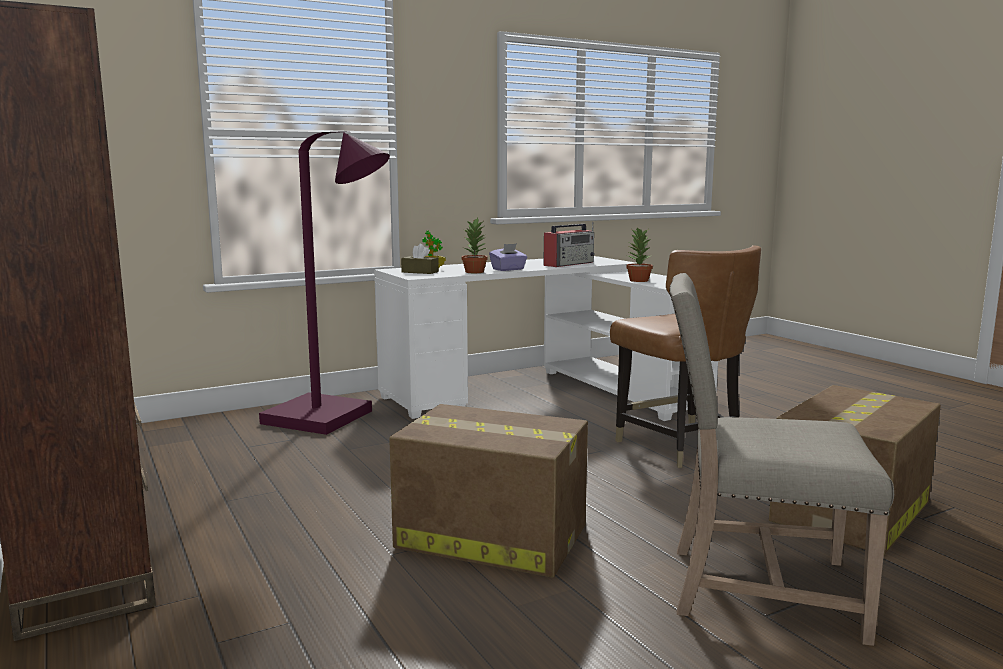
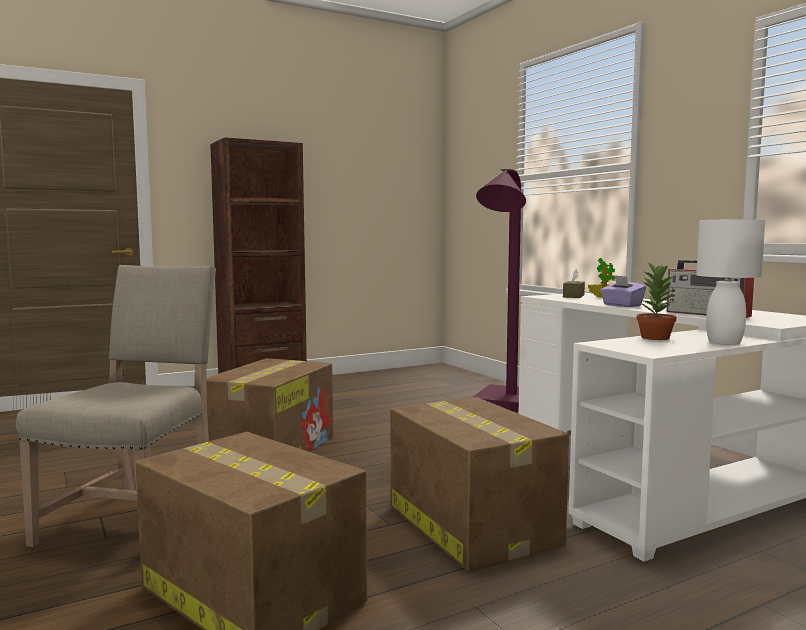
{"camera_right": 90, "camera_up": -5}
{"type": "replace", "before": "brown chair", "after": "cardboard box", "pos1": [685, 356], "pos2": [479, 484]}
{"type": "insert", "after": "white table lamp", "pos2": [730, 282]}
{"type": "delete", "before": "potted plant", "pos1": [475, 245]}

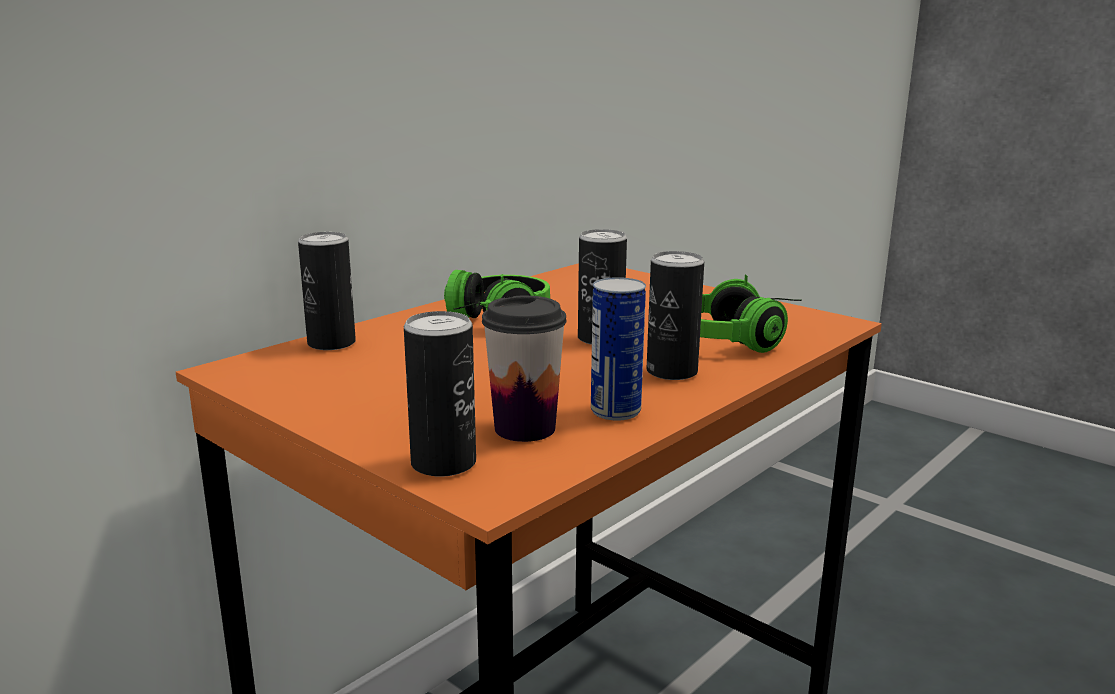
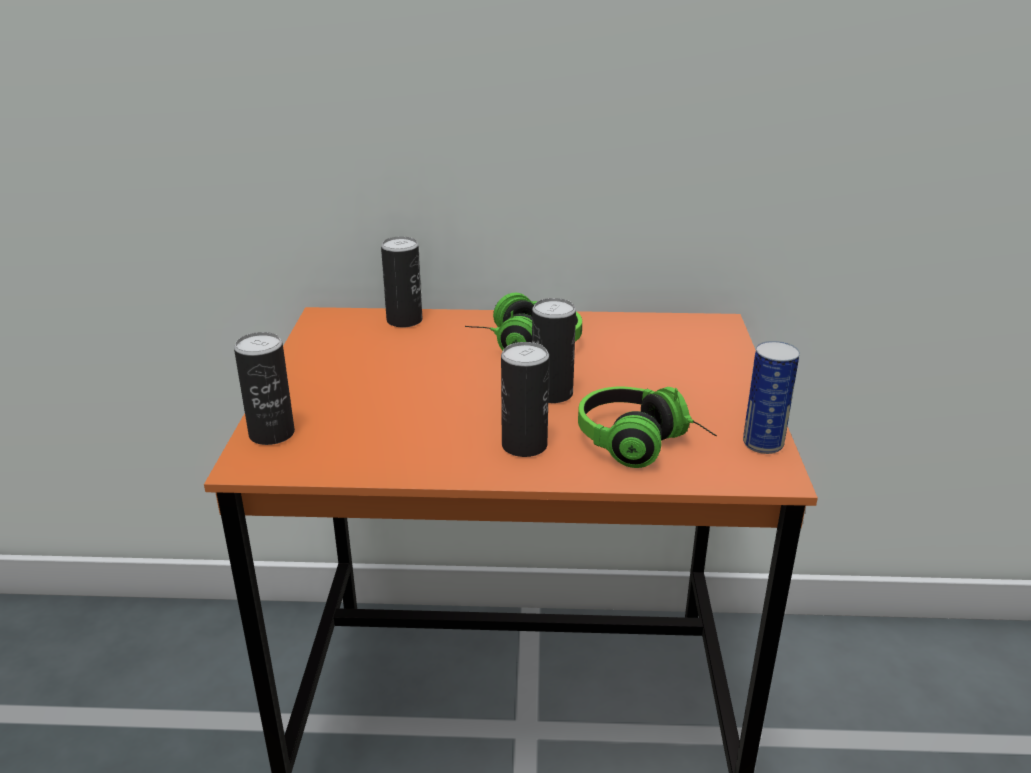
{"camera_right": 50, "camera_up": 10}
{"type": "move", "before": "can", "pos1": [618, 349], "pos2": [771, 397]}
{"type": "delete", "before": "cup", "pos1": [524, 369]}

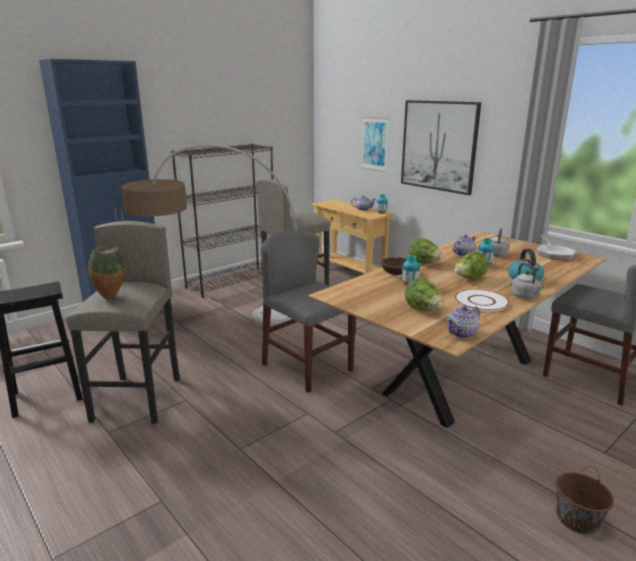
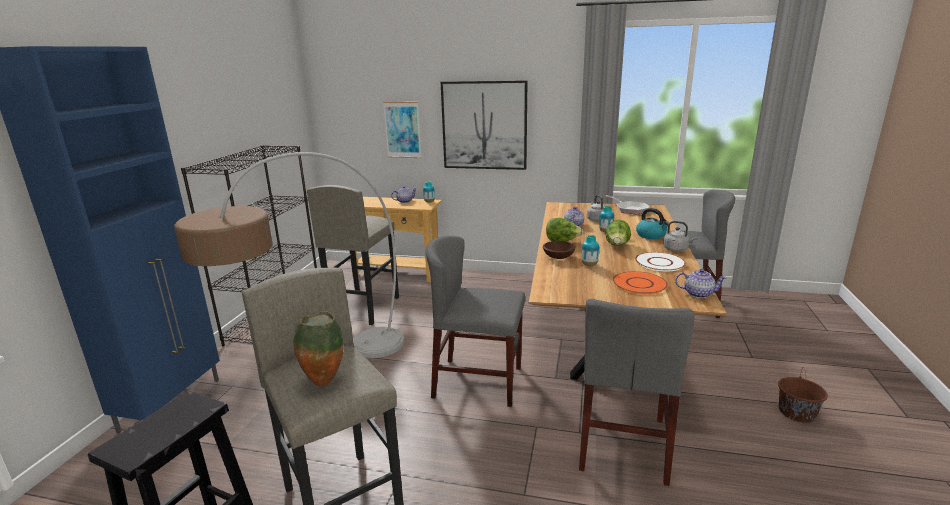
{"camera_right": -35, "camera_up": 0}
{"type": "insert", "after": "grey chair", "pos2": [637, 392]}
{"type": "replace", "before": "lettuce", "after": "orange plate", "pos1": [424, 294], "pos2": [640, 283]}
{"type": "rotate", "before": "teapot", "pos1": [463, 322], "pos2": [701, 283], "turn": -90}

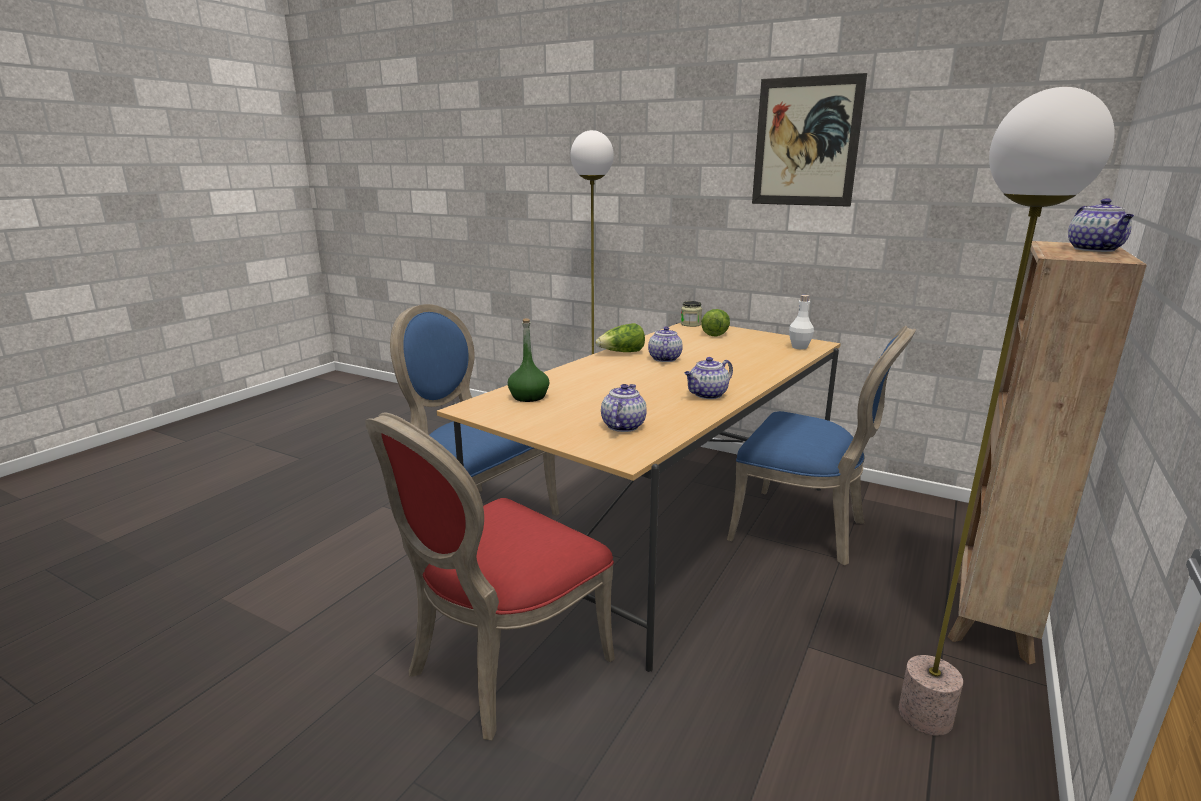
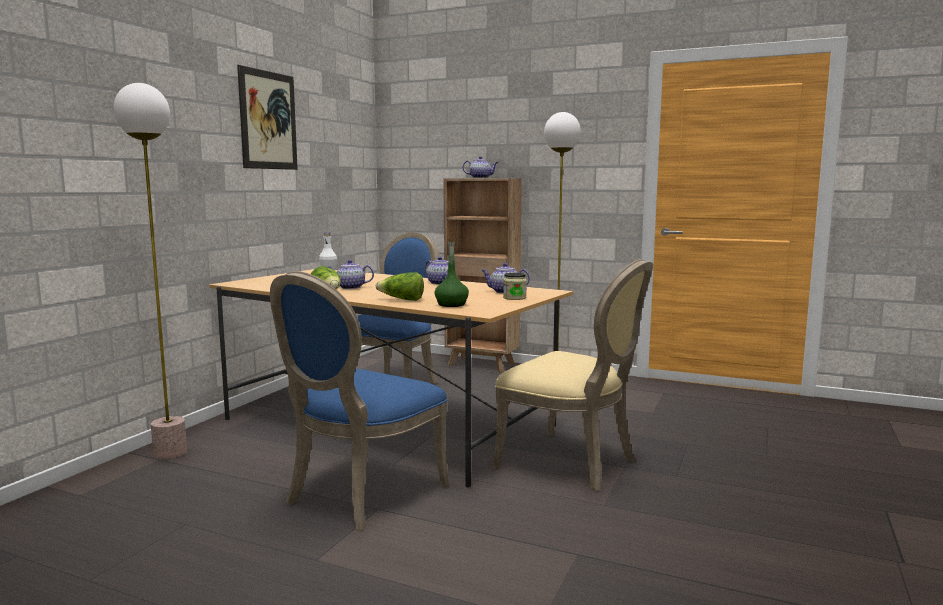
{"camera_right": -95, "camera_up": -10}
{"type": "move", "before": "lettuce", "pos1": [715, 322], "pos2": [400, 286]}
{"type": "recolor", "before": "red chair", "after": "beige chair", "pos1": [490, 577], "pos2": [573, 375]}
{"type": "move", "before": "jar", "pos1": [691, 314], "pos2": [515, 286]}

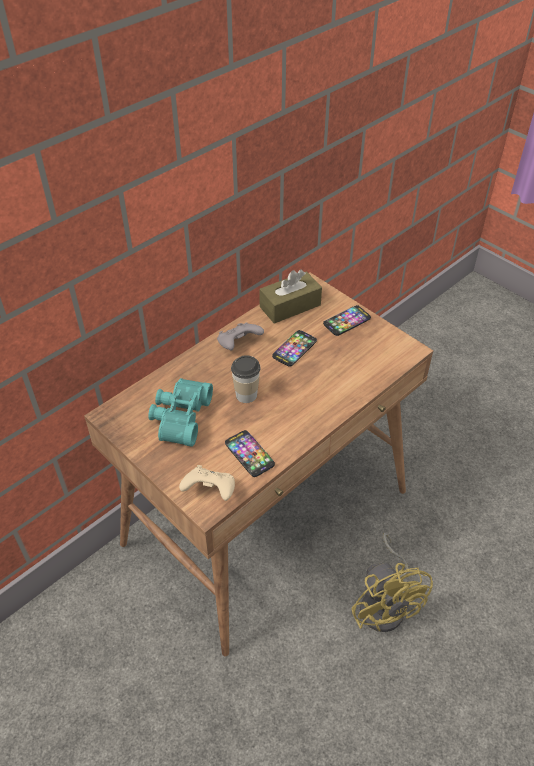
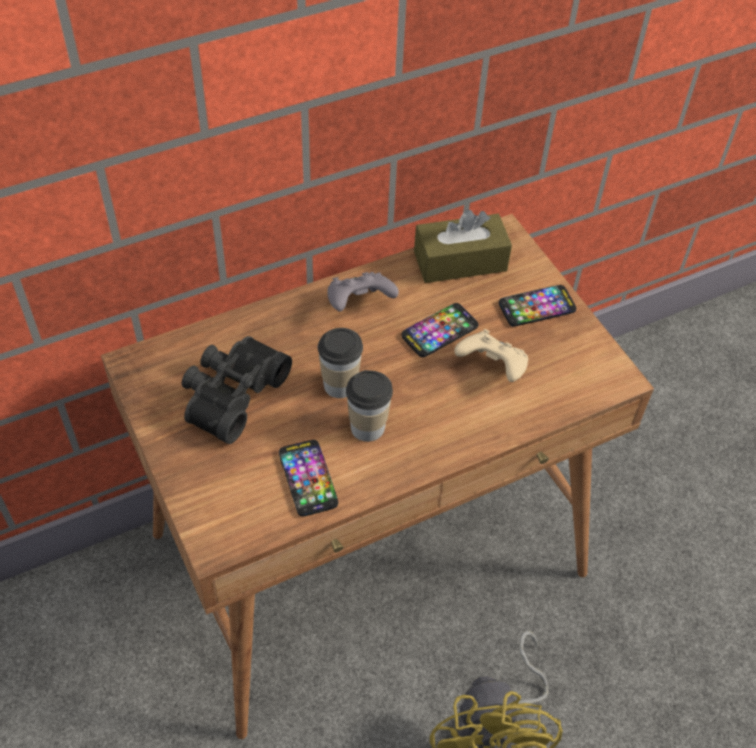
{"camera_right": 15, "camera_up": 5}
{"type": "recolor", "before": "turquoise binoculars", "after": "black binoculars", "pos1": [180, 412], "pos2": [237, 390]}
{"type": "insert", "after": "cup", "pos2": [369, 406]}
{"type": "move", "before": "beige game controller", "pos1": [207, 483], "pos2": [491, 355]}

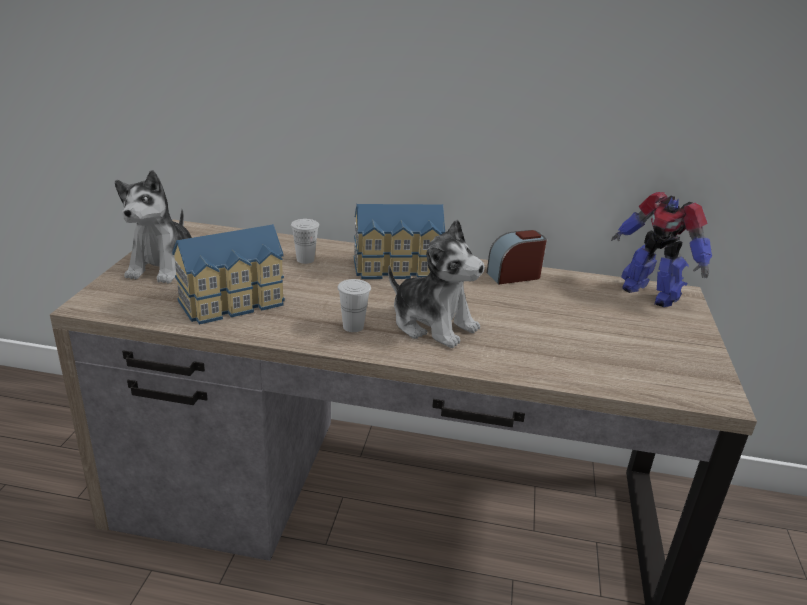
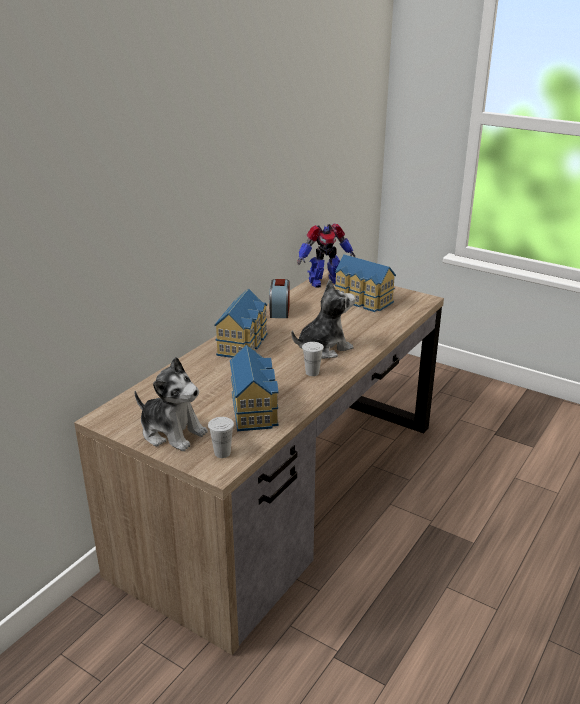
{"camera_right": -65, "camera_up": 0}
{"type": "move", "before": "white cup", "pos1": [305, 241], "pos2": [221, 437]}
{"type": "insert", "after": "toy house", "pos2": [365, 283]}

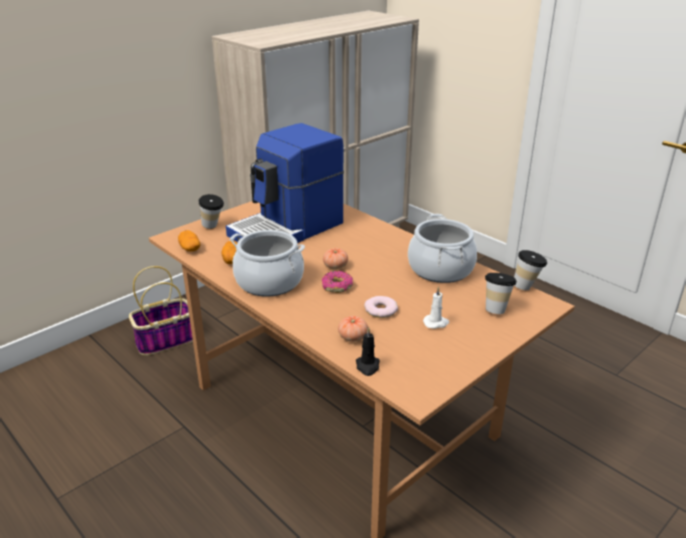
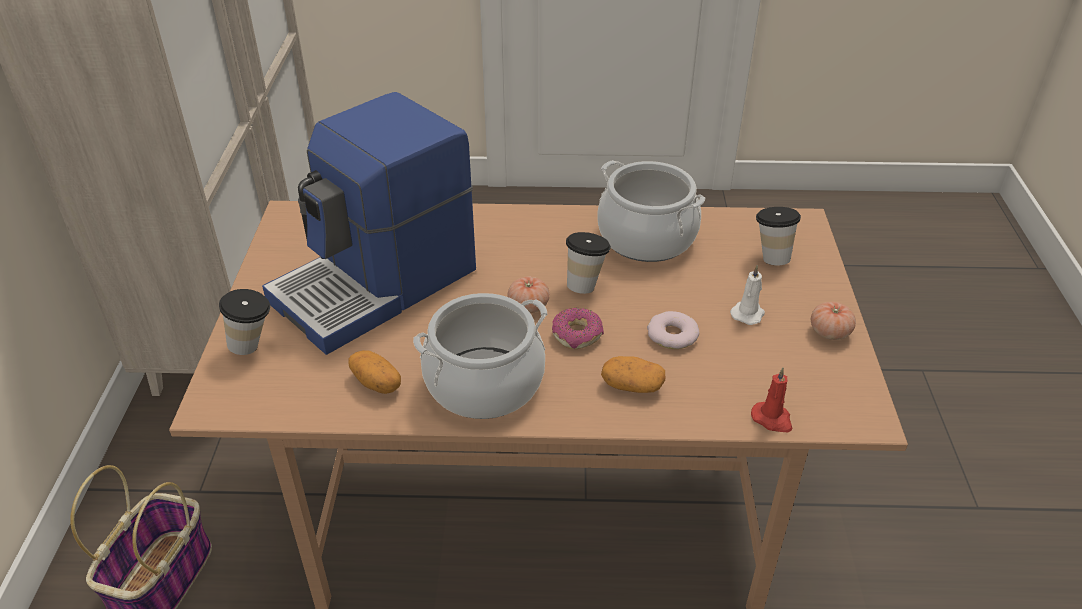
{"camera_right": -45, "camera_up": 10}
{"type": "rotate", "before": "coffee machine", "pos1": [285, 183], "pos2": [369, 223], "turn": 45}
{"type": "move", "before": "cup", "pos1": [530, 270], "pos2": [588, 263]}
{"type": "move", "before": "potato", "pos1": [189, 241], "pos2": [633, 374]}
{"type": "recolor", "before": "black candle", "after": "red candle", "pos1": [368, 351], "pos2": [771, 400]}
{"type": "move", "before": "tomato", "pos1": [353, 329], "pos2": [833, 321]}

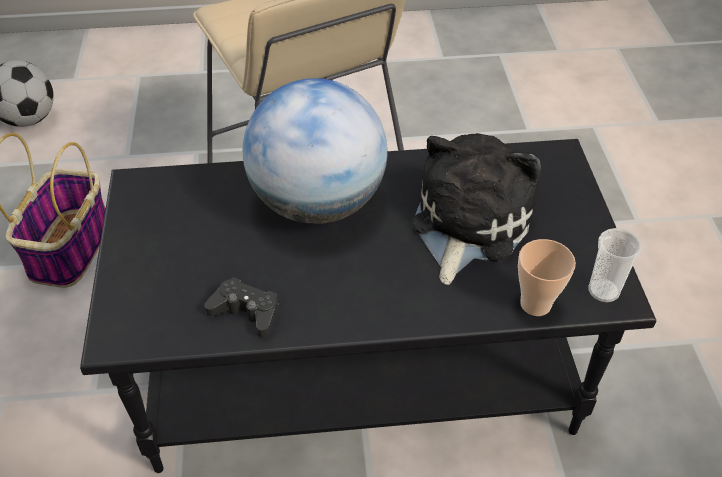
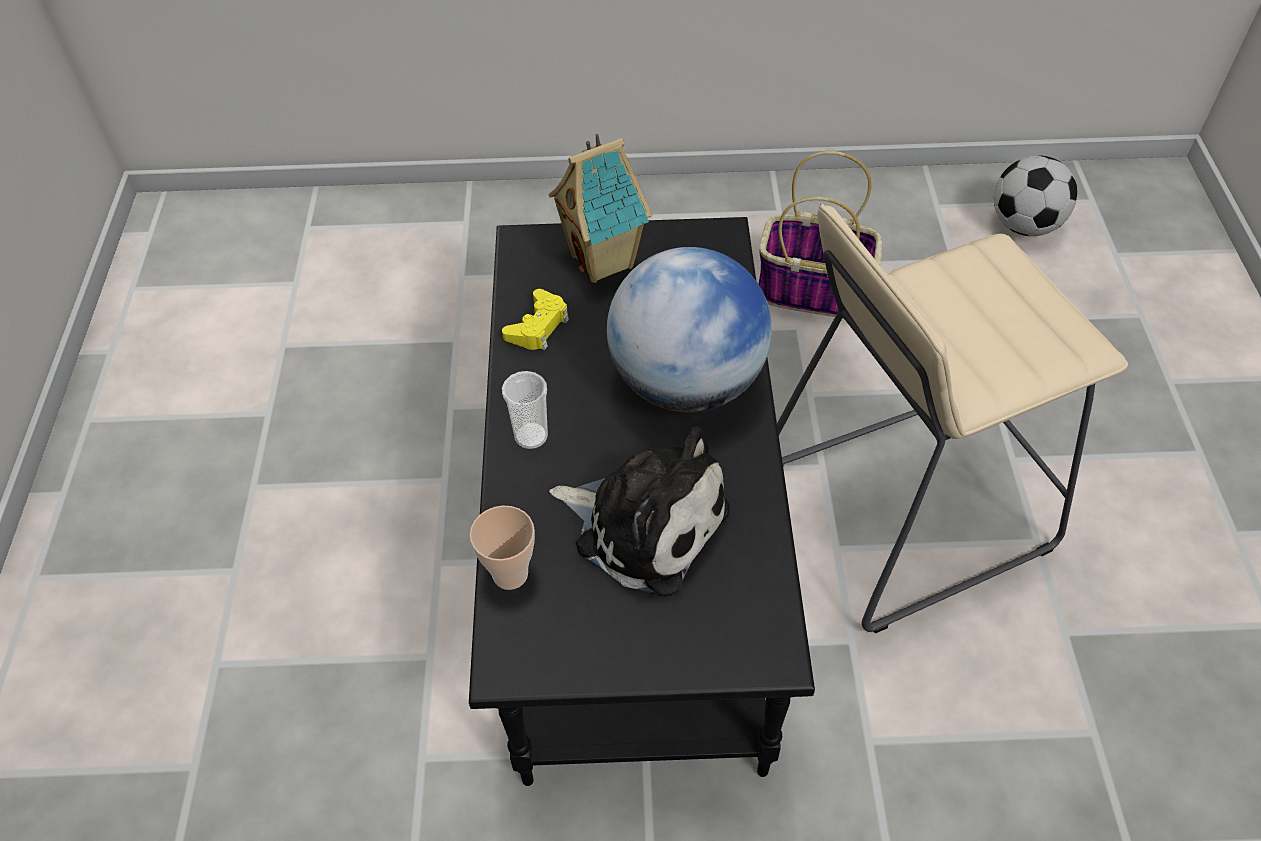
{"camera_right": 95, "camera_up": 5}
{"type": "recolor", "before": "black game controller", "after": "yellow game controller", "pos1": [241, 307], "pos2": [535, 319]}
{"type": "move", "before": "cup", "pos1": [615, 265], "pos2": [525, 410]}
{"type": "insert", "after": "toy house", "pos2": [600, 208]}

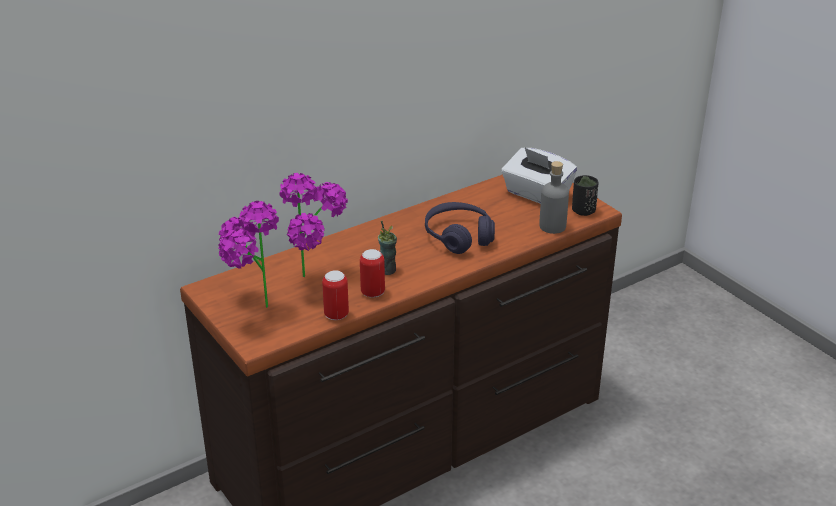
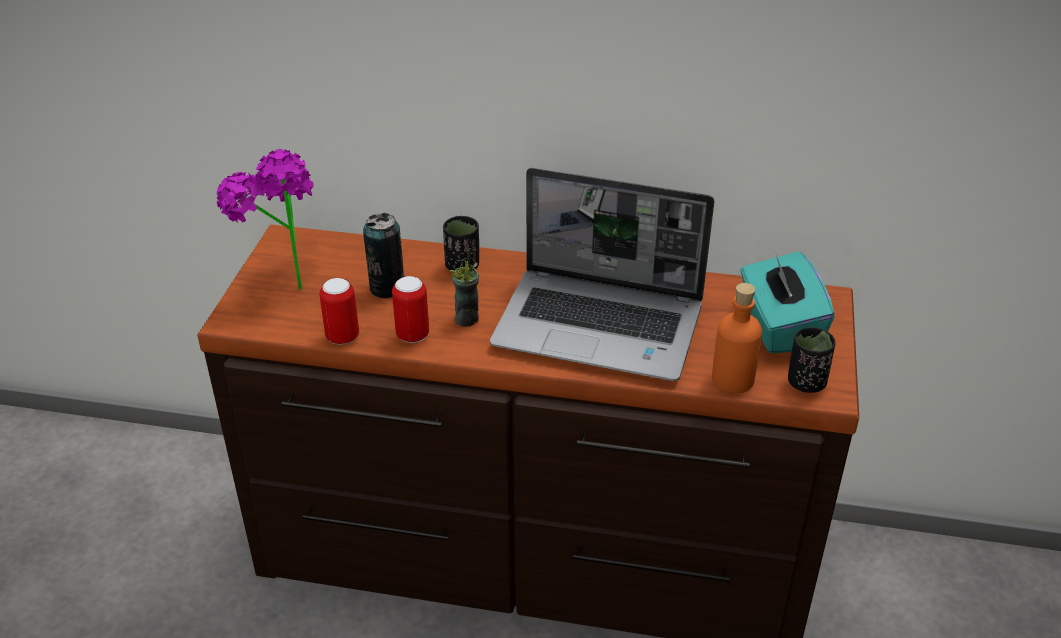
{"camera_right": 45, "camera_up": 5}
{"type": "replace", "before": "potted plant", "after": "can", "pos1": [313, 225], "pos2": [384, 255]}
{"type": "insert", "after": "black cup", "pos2": [461, 243]}
{"type": "replace", "before": "purple headphones", "after": "laptop", "pos1": [460, 228], "pos2": [602, 274]}
{"type": "recolor", "before": "grey bottle", "after": "orange bottle", "pos1": [554, 197], "pos2": [737, 338]}
{"type": "recolor", "before": "white tissue box", "after": "turquoise tissue box", "pos1": [539, 176], "pos2": [787, 302]}

